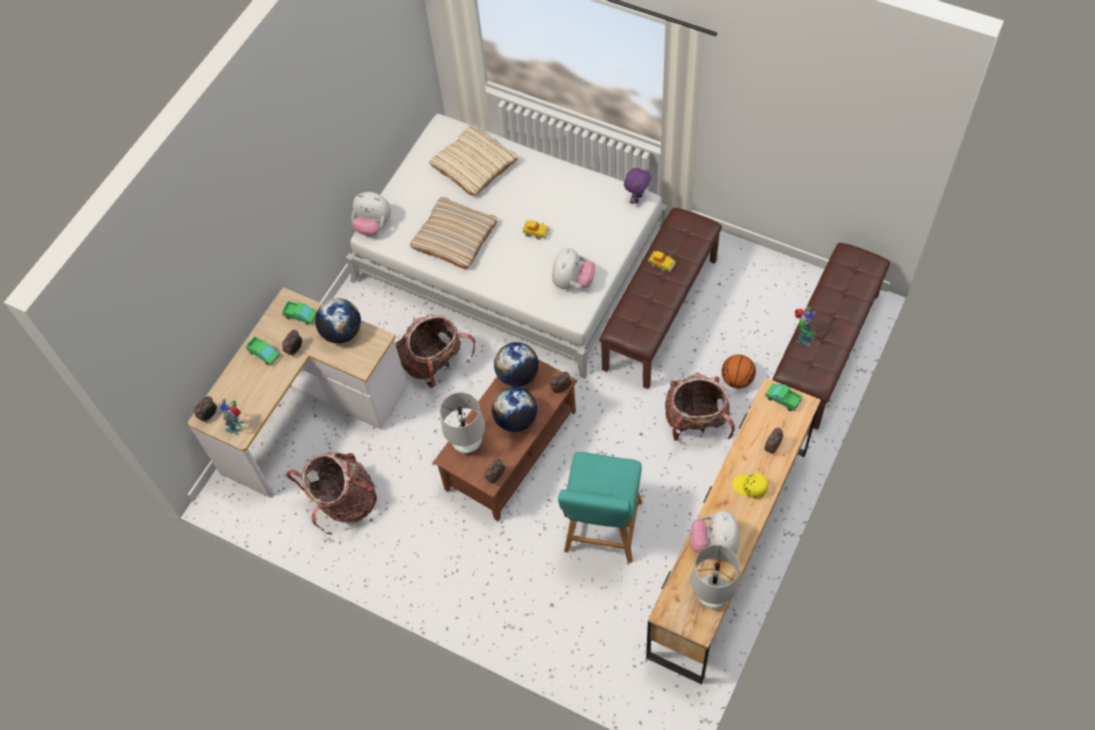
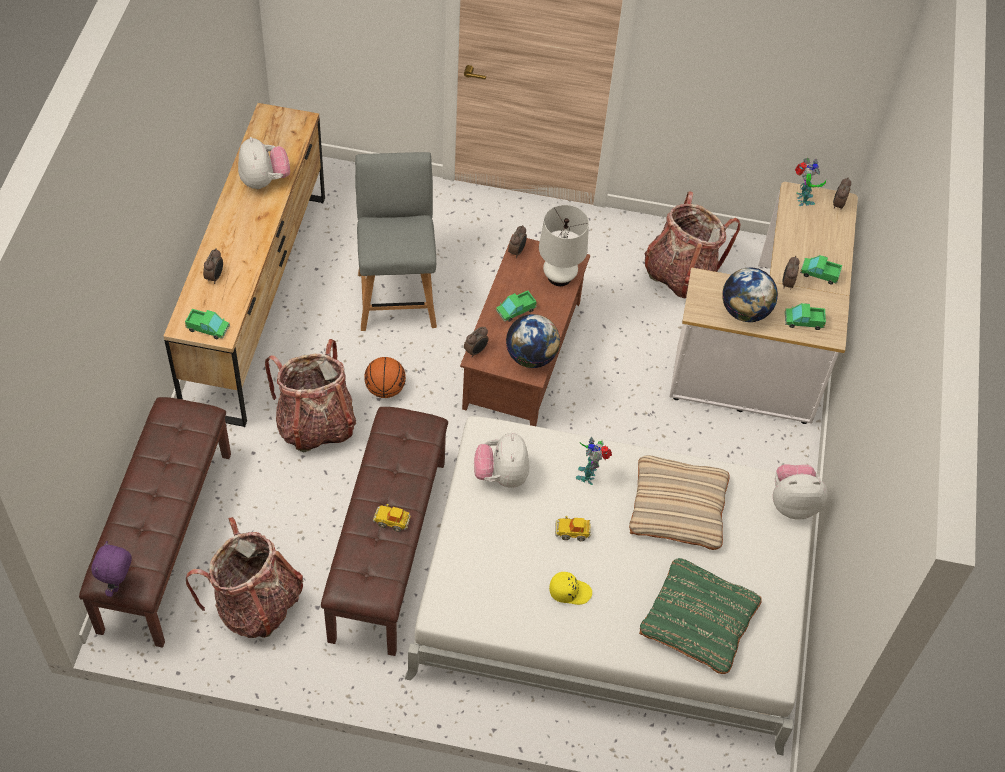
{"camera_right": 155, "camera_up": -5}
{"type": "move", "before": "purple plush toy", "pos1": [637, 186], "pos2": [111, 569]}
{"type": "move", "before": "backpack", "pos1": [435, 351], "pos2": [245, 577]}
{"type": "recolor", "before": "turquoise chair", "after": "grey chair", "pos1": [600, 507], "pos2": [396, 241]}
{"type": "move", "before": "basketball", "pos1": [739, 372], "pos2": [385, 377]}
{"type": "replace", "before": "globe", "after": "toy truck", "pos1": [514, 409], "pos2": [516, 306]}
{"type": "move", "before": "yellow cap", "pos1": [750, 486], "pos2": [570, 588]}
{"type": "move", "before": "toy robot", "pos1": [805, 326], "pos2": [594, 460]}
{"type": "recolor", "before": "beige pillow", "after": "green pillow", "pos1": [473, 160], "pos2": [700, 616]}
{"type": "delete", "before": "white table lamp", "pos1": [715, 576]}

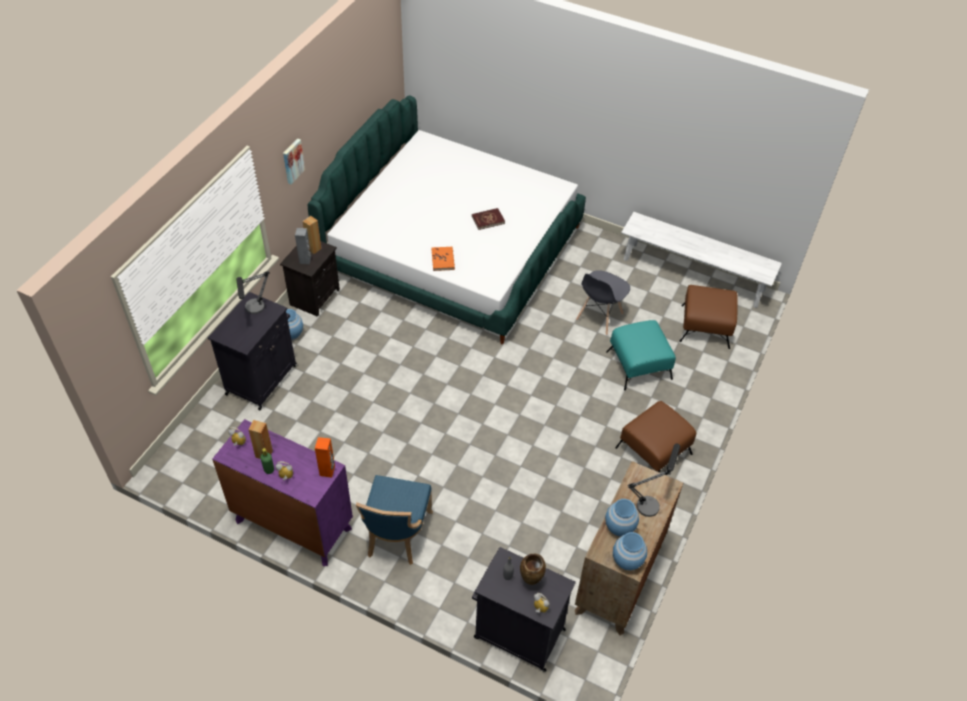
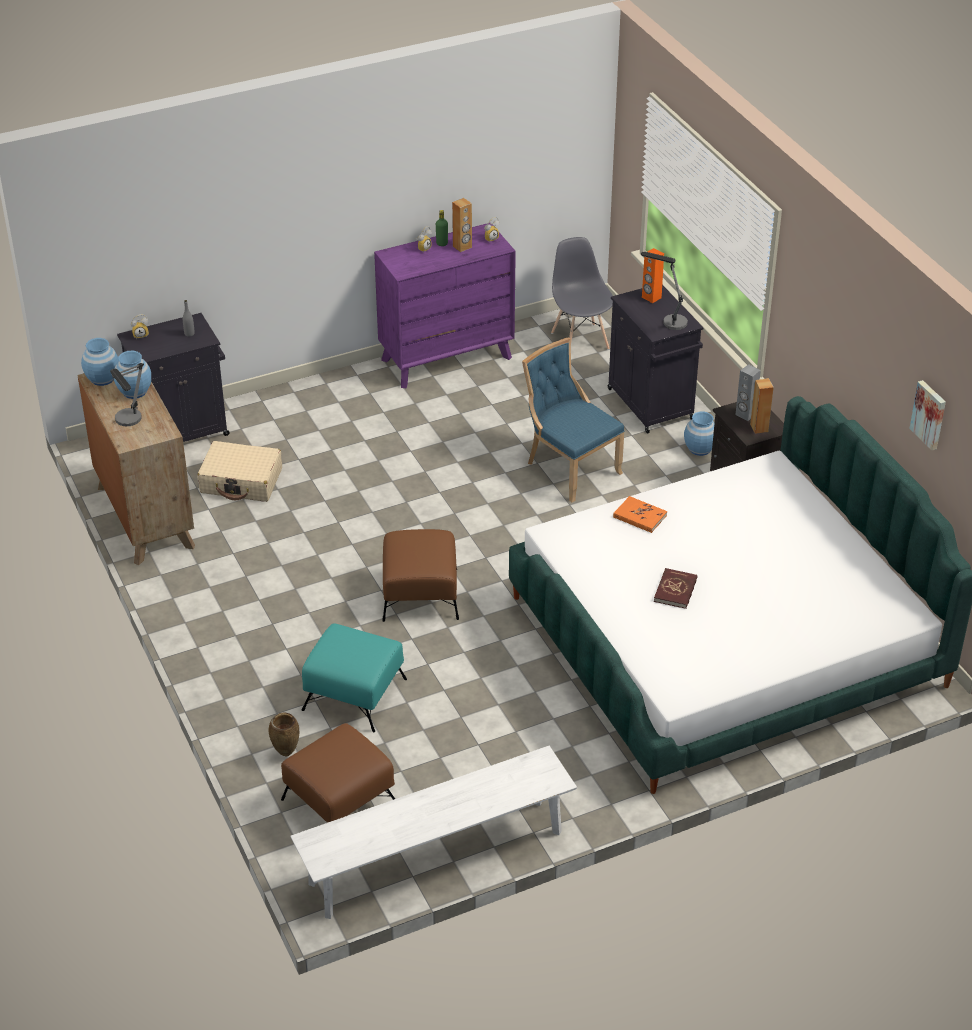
{"camera_right": 130, "camera_up": -10}
{"type": "insert", "after": "beige suitcase", "pos2": [240, 471]}
{"type": "move", "before": "brown vase", "pos1": [533, 569], "pos2": [283, 734]}
{"type": "move", "before": "brown ottoman", "pos1": [655, 437], "pos2": [420, 575]}
{"type": "move", "before": "blue chair", "pos1": [394, 520], "pos2": [573, 420]}
{"type": "move", "before": "grey chair", "pos1": [603, 302], "pos2": [582, 293]}
{"type": "move", "before": "orange speaker", "pos1": [325, 457], "pos2": [653, 275]}
{"type": "move", "before": "picture", "pos1": [294, 161], "pos2": [927, 415]}

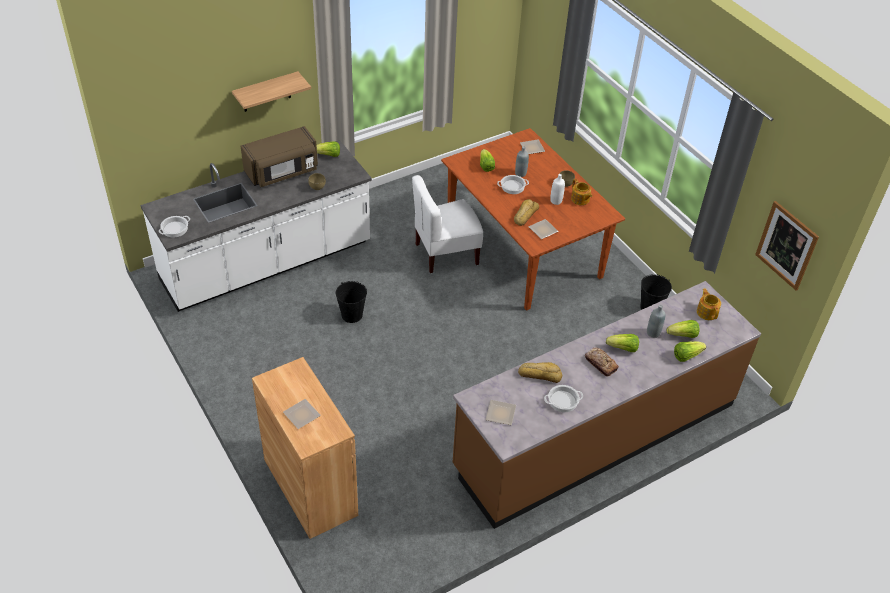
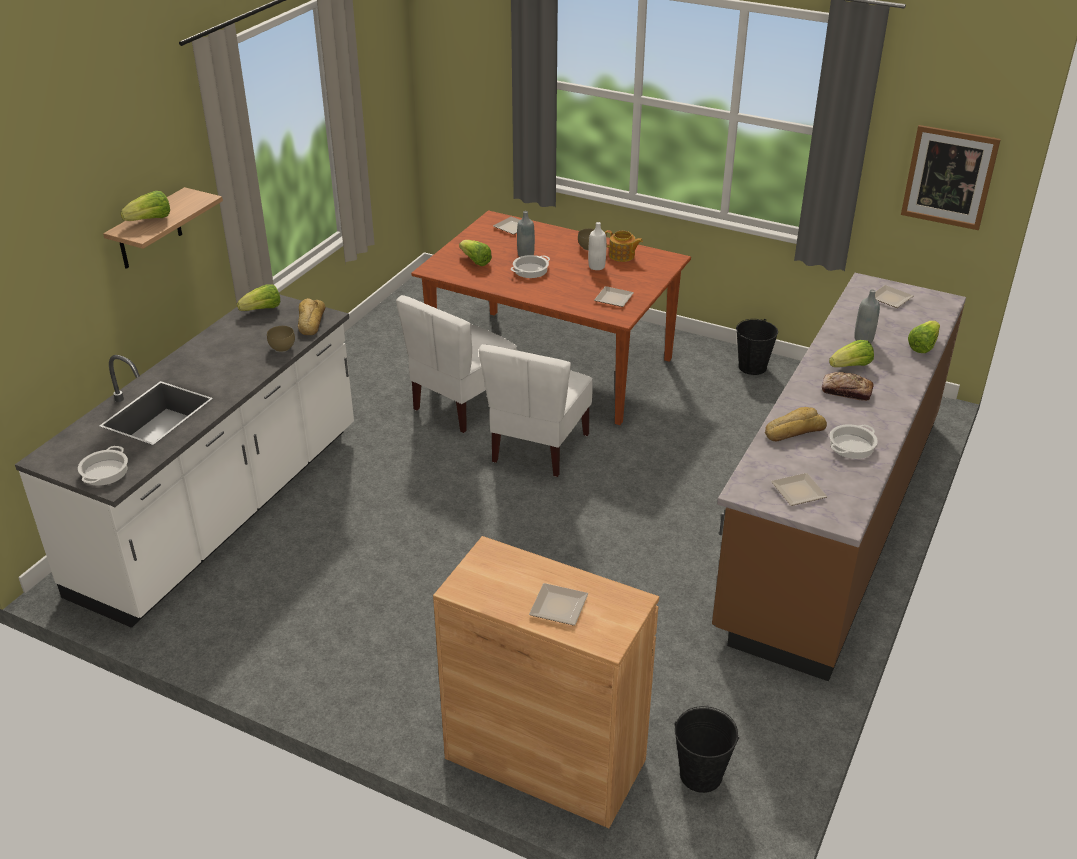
{"camera_right": -30, "camera_up": -10}
{"type": "move", "before": "lettuce", "pos1": [683, 329], "pos2": [145, 206]}
{"type": "move", "before": "bread", "pos1": [526, 212], "pos2": [311, 316]}
{"type": "insert", "after": "white chair", "pos2": [536, 410]}
{"type": "move", "before": "black bucket", "pos1": [351, 302], "pos2": [707, 749]}
{"type": "replace", "before": "teapot", "after": "plate", "pos1": [709, 304], "pos2": [894, 296]}
{"type": "delete", "before": "brown microwave", "pos1": [279, 156]}

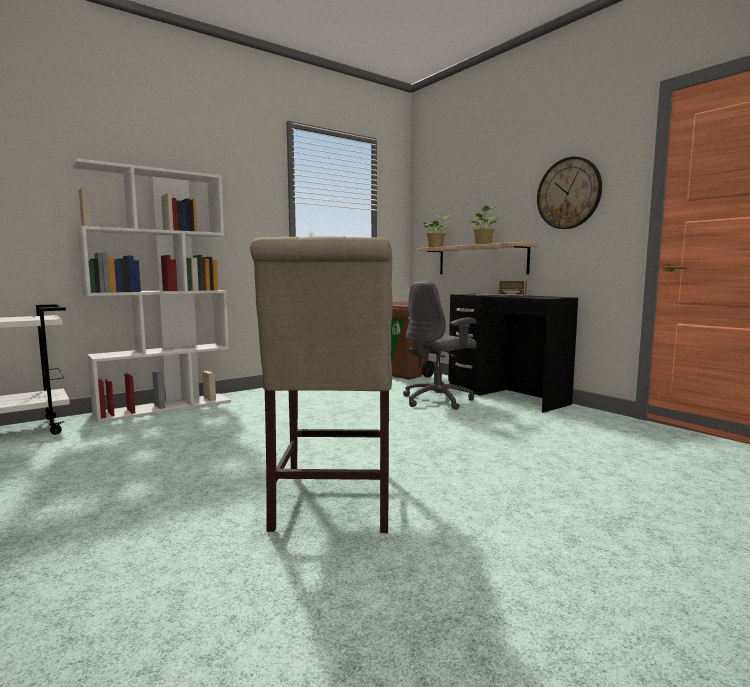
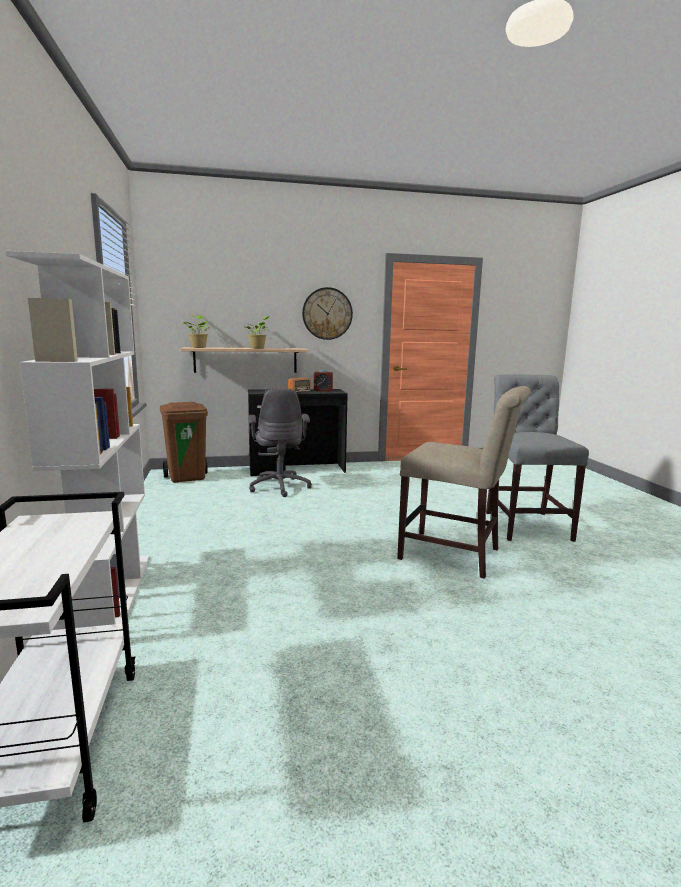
{"camera_right": -65, "camera_up": 5}
{"type": "insert", "after": "alarm clock", "pos2": [323, 380]}
{"type": "insert", "after": "grey chair", "pos2": [537, 458]}

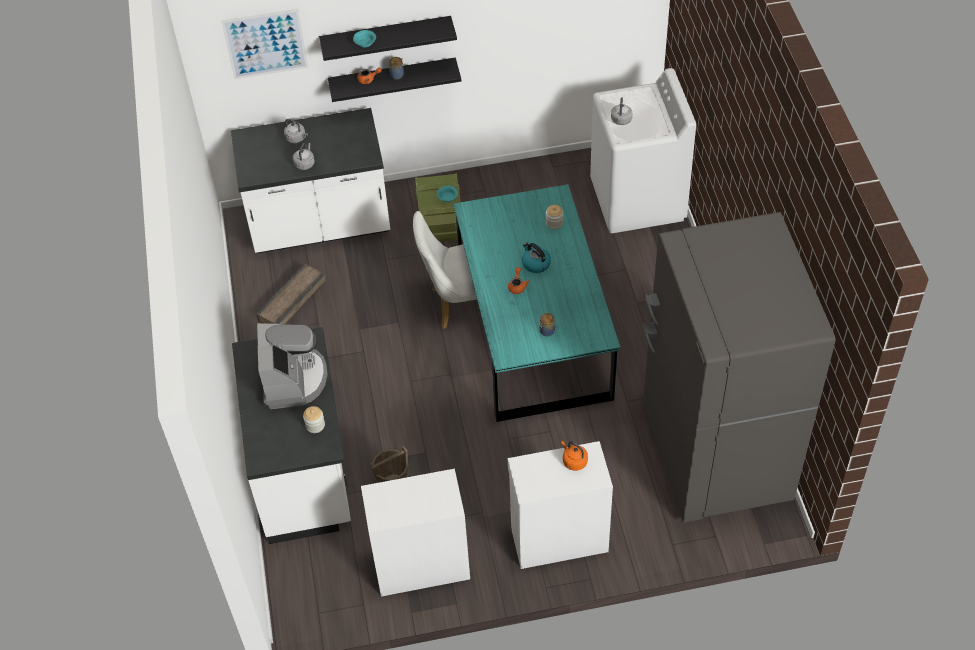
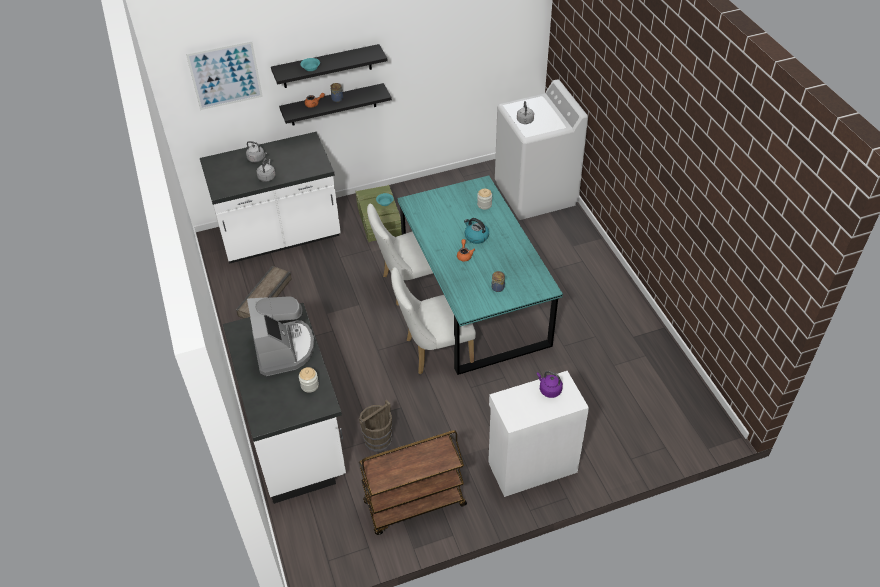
{"camera_right": -10, "camera_up": -5}
{"type": "replace", "before": "white cabinet", "after": "brown cart", "pos1": [415, 533], "pos2": [413, 482]}
{"type": "insert", "after": "white chair", "pos2": [433, 321]}
{"type": "recolor", "before": "orange kettle", "after": "purple kettle", "pos1": [574, 455], "pos2": [550, 384]}
{"type": "delete", "before": "grey fridge", "pos1": [739, 367]}

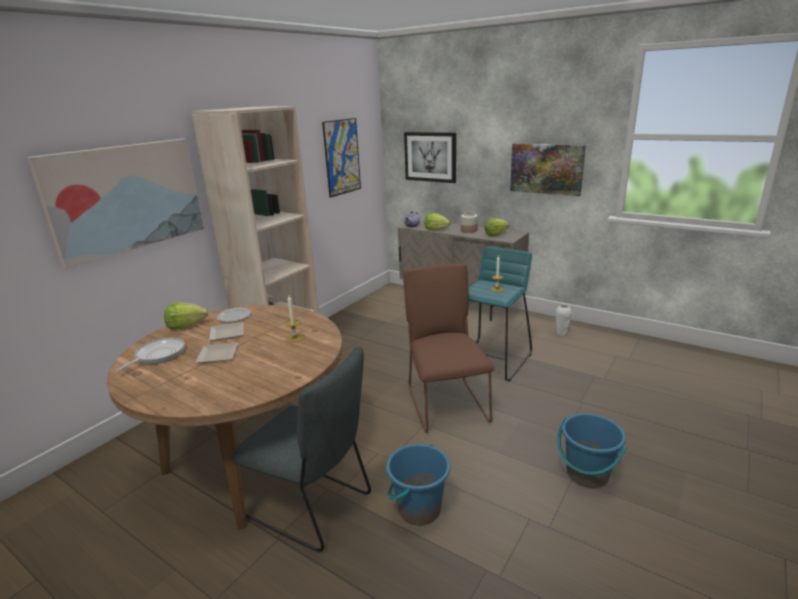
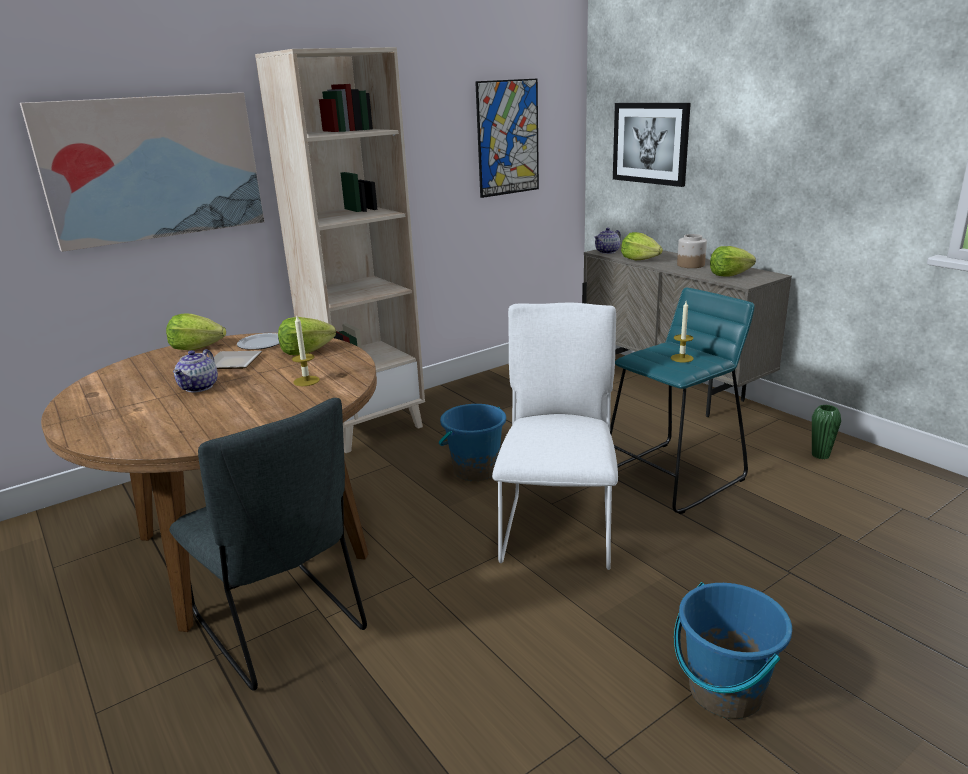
{"camera_right": 20, "camera_up": 0}
{"type": "replace", "before": "plate", "after": "teapot", "pos1": [216, 353], "pos2": [195, 370]}
{"type": "insert", "after": "lettuce", "pos2": [307, 336]}
{"type": "move", "before": "blue bucket", "pos1": [418, 485], "pos2": [472, 442]}
{"type": "recolor", "before": "brown chair", "after": "white chair", "pos1": [449, 348], "pos2": [555, 436]}
{"type": "recolor", "before": "white vase", "after": "green vase", "pos1": [564, 320], "pos2": [826, 432]}
{"type": "delete", "before": "frying pan", "pos1": [150, 354]}
{"type": "delete", "before": "picture", "pos1": [548, 169]}

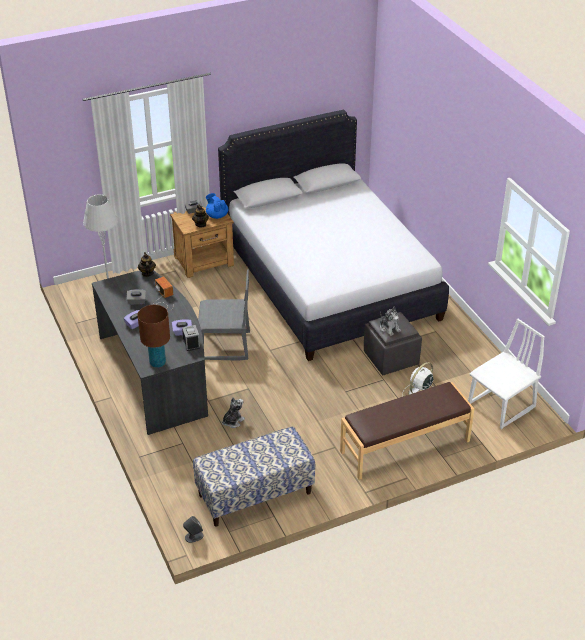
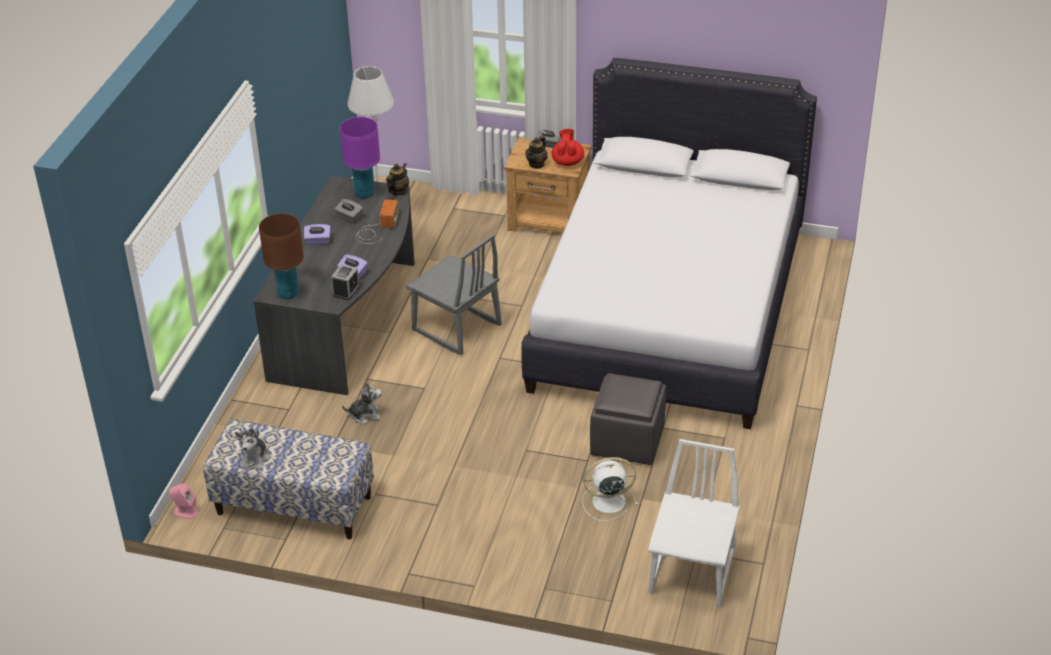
{"camera_right": 40, "camera_up": 0}
{"type": "recolor", "before": "grey speaker", "after": "pink speaker", "pos1": [193, 529], "pos2": [183, 501]}
{"type": "move", "before": "plush toy", "pos1": [390, 321], "pos2": [252, 449]}
{"type": "insert", "after": "purple table lamp", "pos2": [360, 157]}
{"type": "recolor", "before": "blue teapot", "after": "red teapot", "pos1": [217, 206], "pos2": [568, 147]}
{"type": "rotate", "before": "white chair", "pos1": [506, 374], "pos2": [694, 523], "turn": -75}
{"type": "delete", "before": "brown bench", "pos1": [407, 431]}

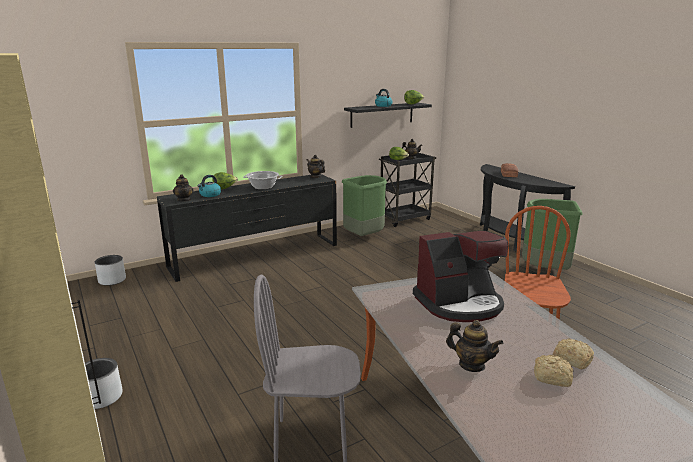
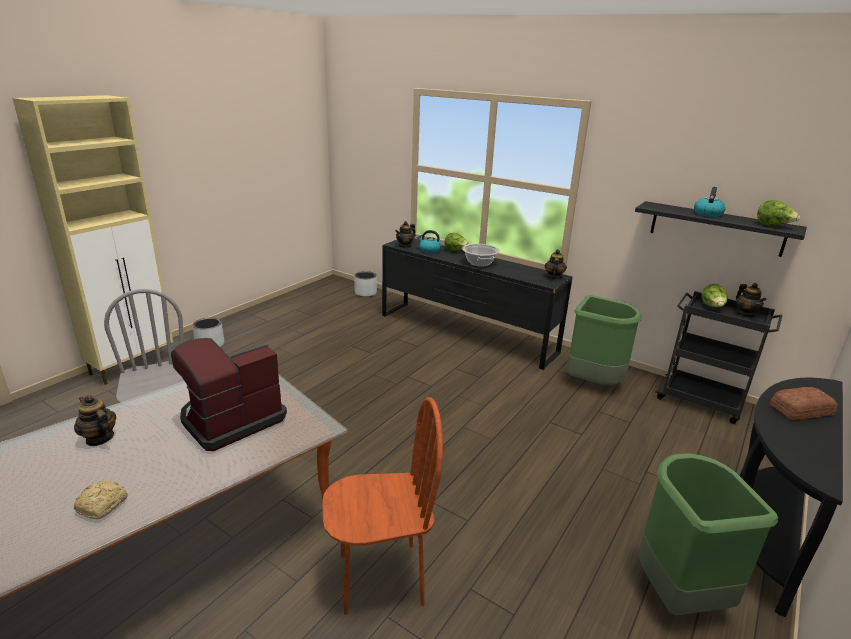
{"camera_right": 65, "camera_up": 5}
{"type": "rotate", "before": "teapot", "pos1": [475, 346], "pos2": [95, 420], "turn": 120}
{"type": "rotate", "before": "coffee machine", "pos1": [460, 276], "pos2": [229, 394], "turn": 90}
{"type": "delete", "before": "bread", "pos1": [553, 371]}

